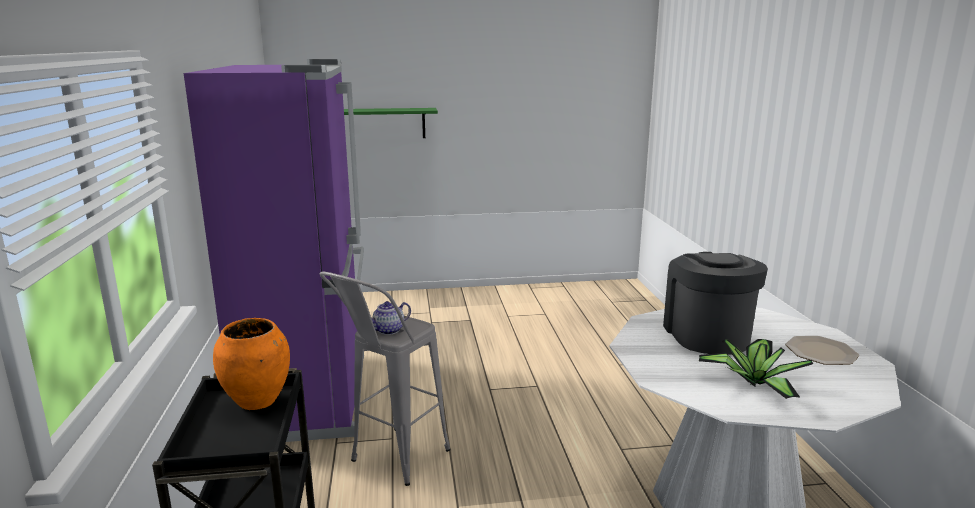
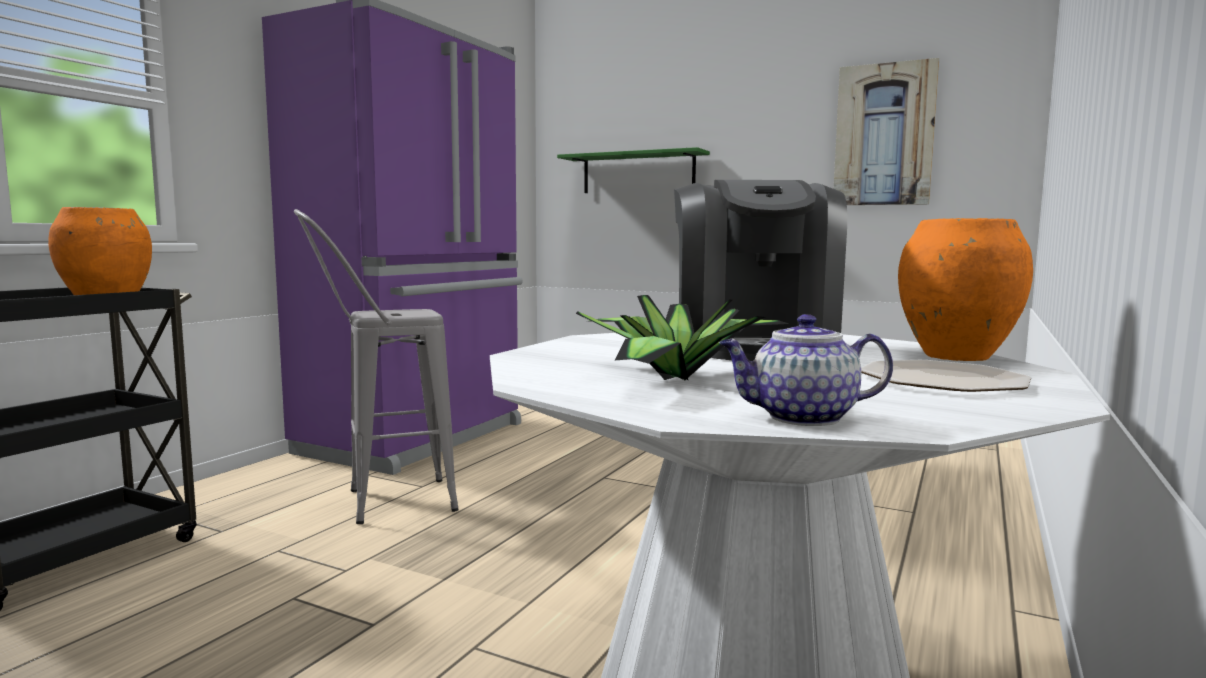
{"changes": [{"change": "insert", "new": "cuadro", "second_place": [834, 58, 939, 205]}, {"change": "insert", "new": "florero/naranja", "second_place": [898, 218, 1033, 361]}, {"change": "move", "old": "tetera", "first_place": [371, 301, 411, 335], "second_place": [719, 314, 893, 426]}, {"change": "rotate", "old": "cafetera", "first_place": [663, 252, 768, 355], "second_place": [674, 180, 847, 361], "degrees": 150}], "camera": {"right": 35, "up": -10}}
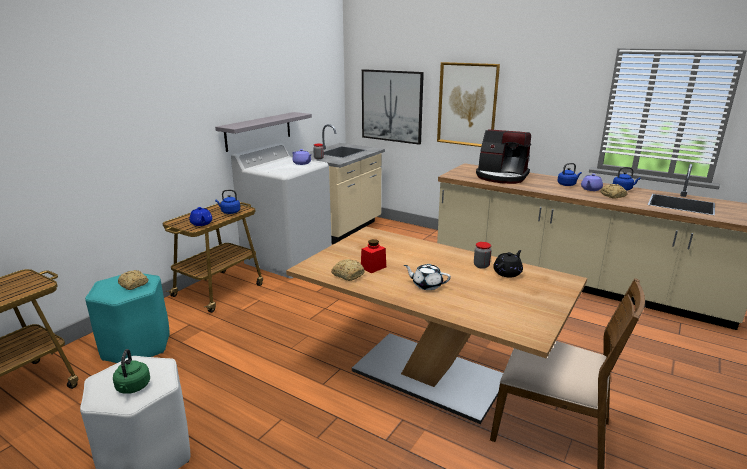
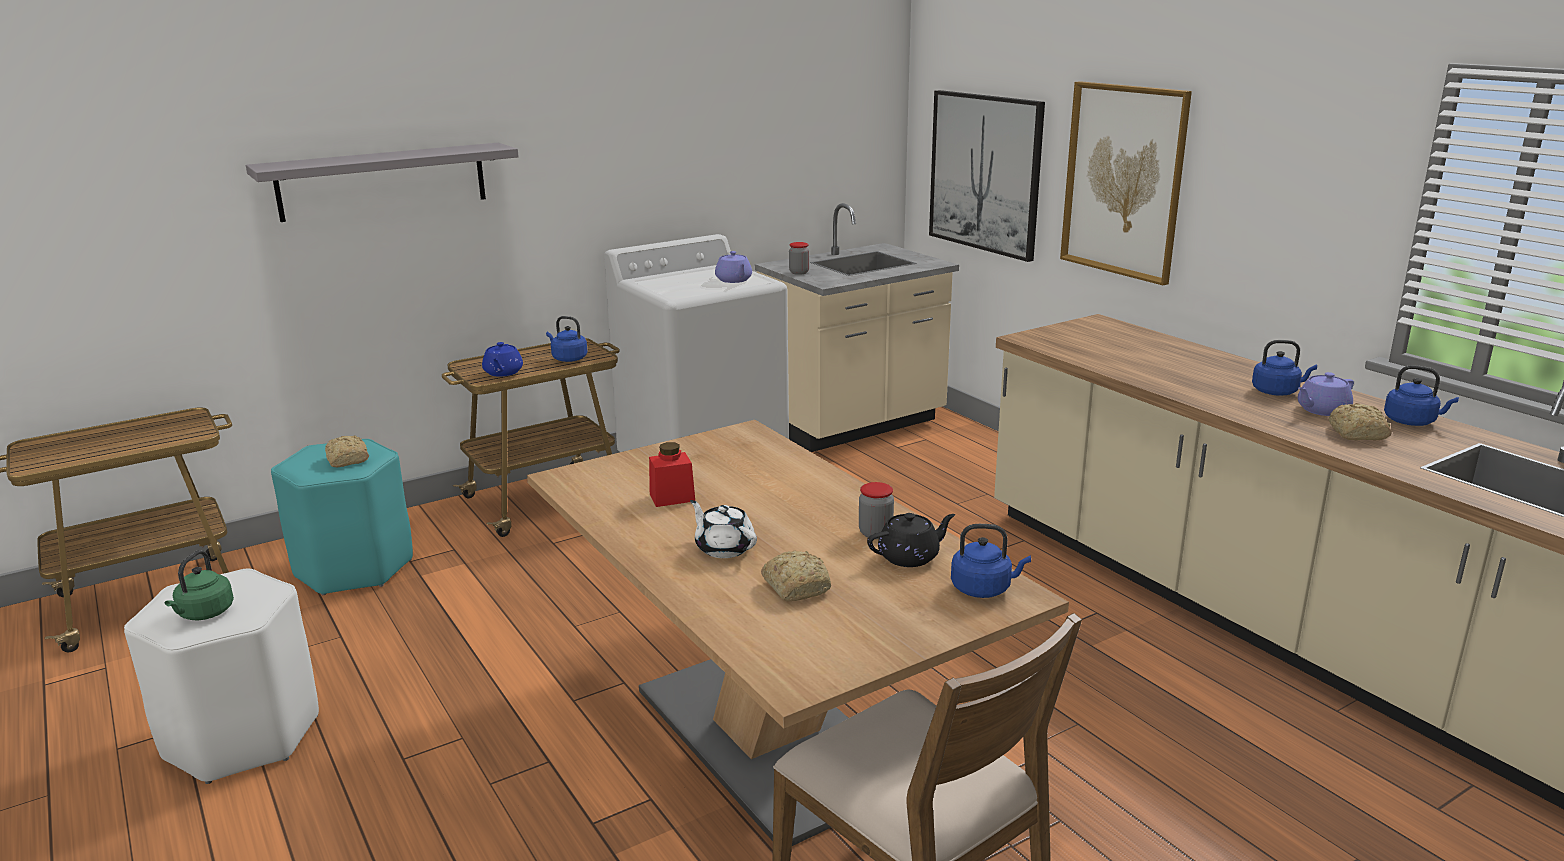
{"changes": [{"change": "delete", "old": "cafetera", "first_place": [476, 129, 531, 184]}, {"change": "insert", "new": "hervidor/azul", "second_place": [951, 524, 1031, 598]}, {"change": "move", "old": "estante/gris", "first_place": [215, 112, 312, 152], "second_place": [246, 143, 519, 222]}, {"change": "move", "old": "pan", "first_place": [331, 259, 365, 281], "second_place": [761, 551, 831, 601]}], "camera": {"right": 25, "up": 0}}
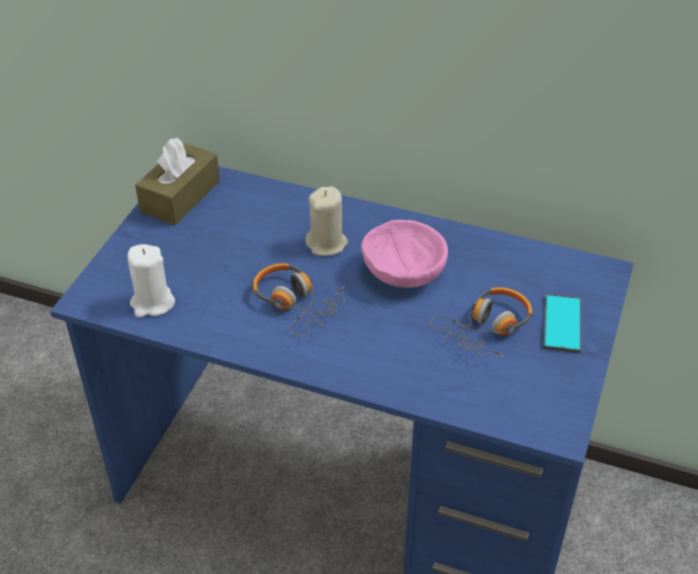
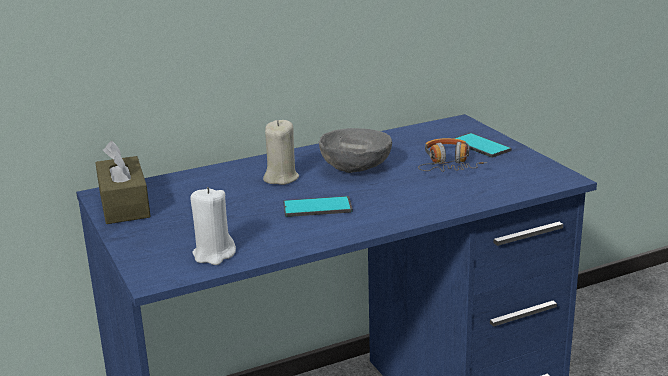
{"changes": [{"change": "replace", "old": "auriculares", "new": "móvil", "first_place": [253, 263, 345, 337], "second_place": [284, 196, 353, 217]}, {"change": "recolor", "old": "cuenco/rosa", "new": "cuenco/gris", "first_place": [361, 220, 448, 288], "second_place": [319, 128, 392, 173]}], "camera": {"right": -45, "up": -20}}
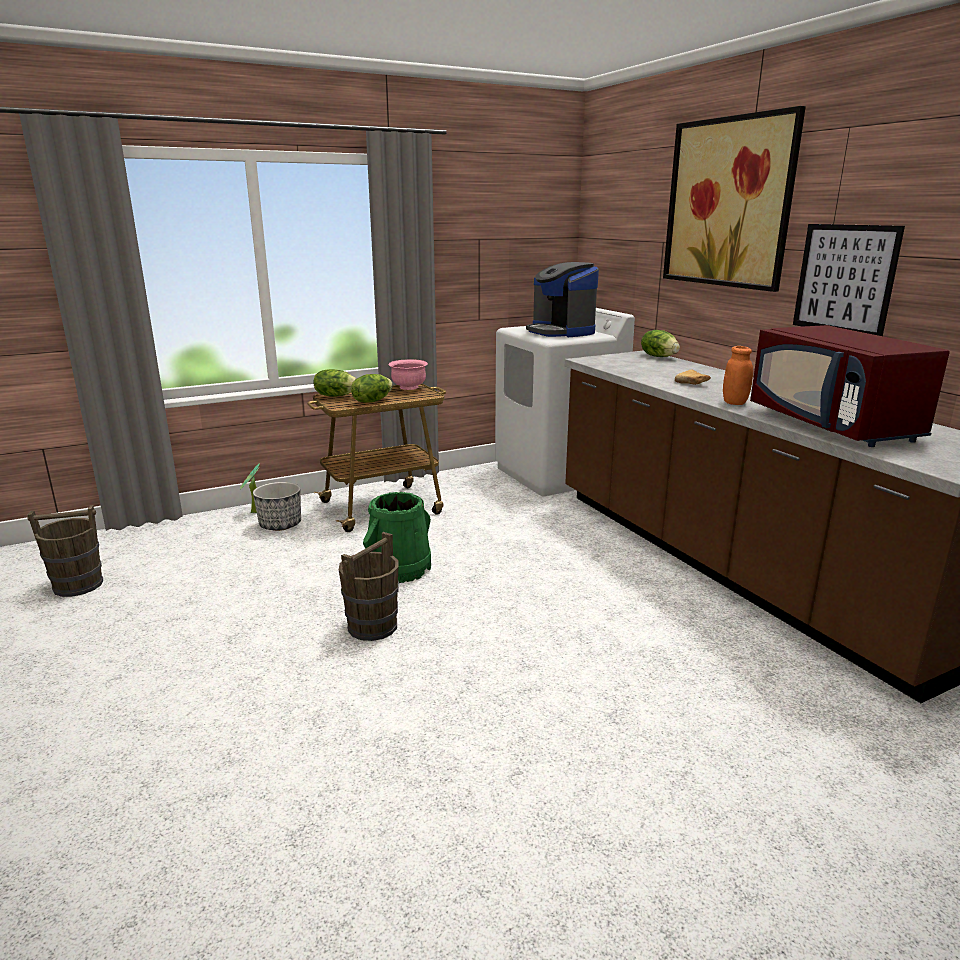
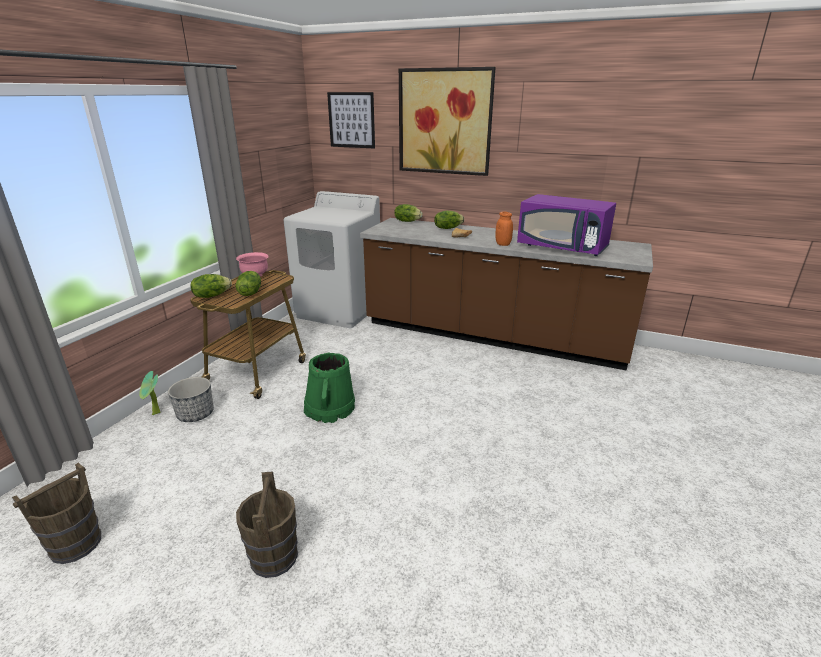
{"changes": [{"change": "delete", "old": "cafetera", "first_place": [526, 262, 599, 337]}, {"change": "insert", "new": "lechuga", "second_place": [434, 210, 464, 229]}, {"change": "move", "old": "cubo/marrón", "first_place": [339, 532, 399, 641], "second_place": [236, 471, 298, 578]}, {"change": "move", "old": "cuadro", "first_place": [793, 224, 905, 336], "second_place": [327, 92, 375, 148]}, {"change": "recolor", "old": "microondas/rojo", "new": "microondas/morado", "first_place": [750, 325, 950, 447], "second_place": [517, 194, 616, 256]}], "camera": {"right": -40, "up": 5}}
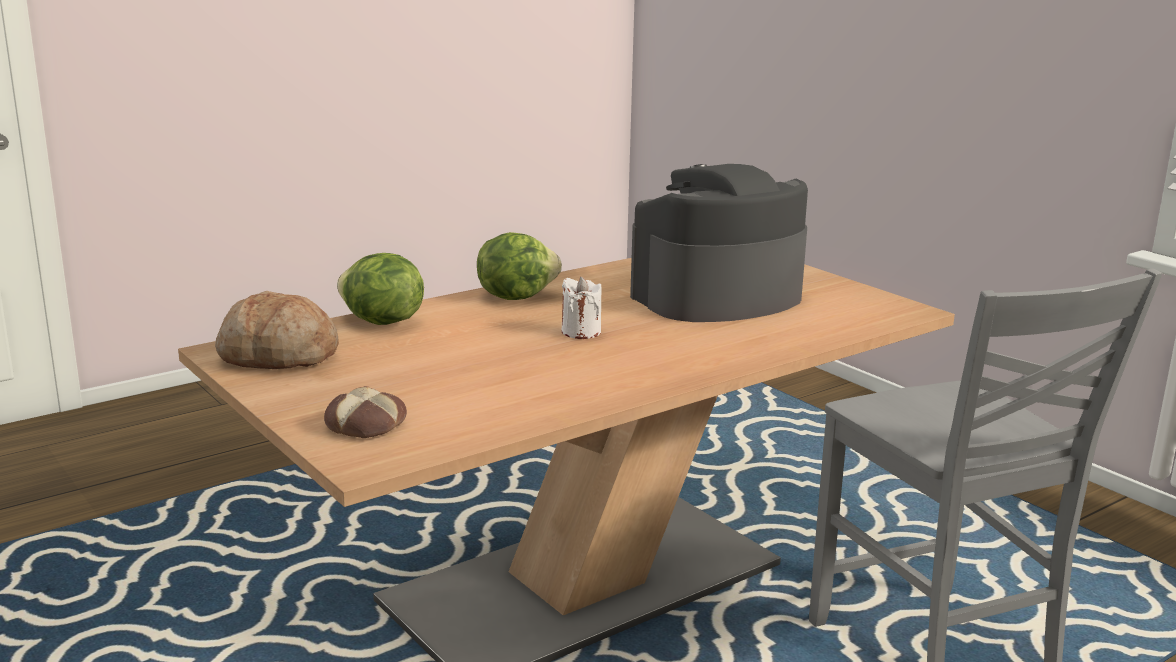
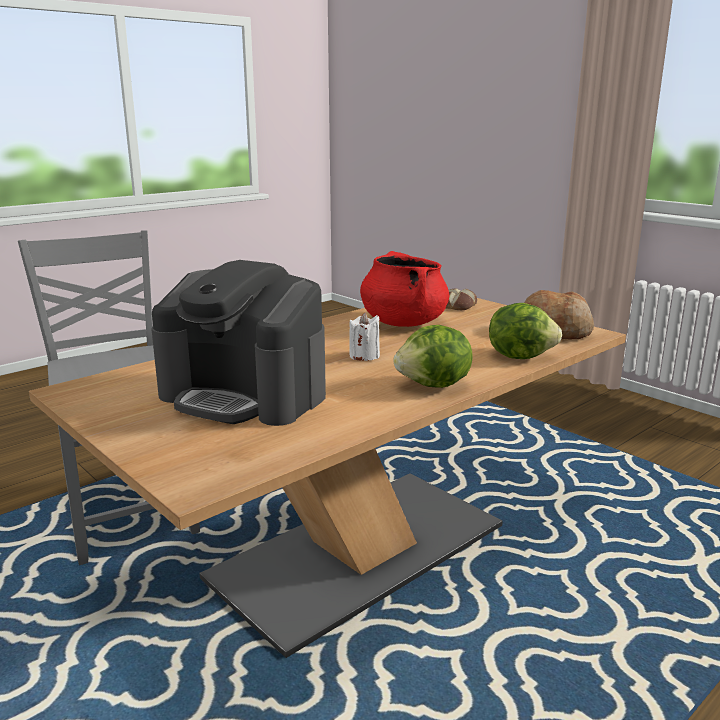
{"changes": [{"change": "insert", "new": "olla/rojo", "second_place": [360, 251, 449, 327]}, {"change": "rotate", "old": "cafetera", "first_place": [630, 164, 808, 322], "second_place": [151, 260, 326, 426], "degrees": 60}], "camera": {"right": 175, "up": 0}}
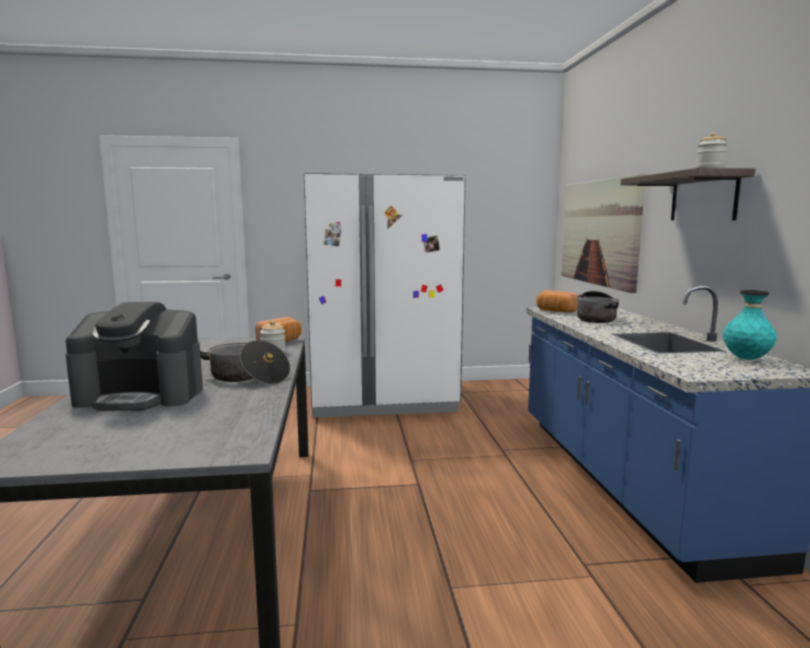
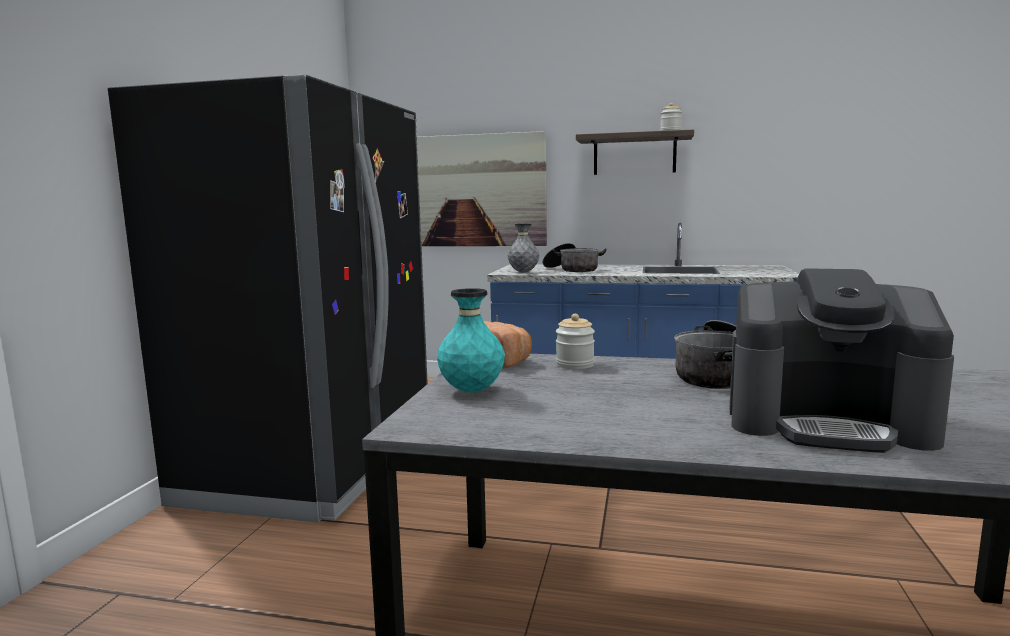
{"changes": [{"change": "move", "old": "florero/turquesa", "first_place": [723, 290, 777, 360], "second_place": [437, 288, 505, 393]}, {"change": "replace", "old": "pan", "new": "florero/gris", "first_place": [536, 290, 578, 313], "second_place": [508, 223, 539, 272]}, {"change": "recolor", "old": "nevera/blanco", "new": "nevera/negro", "first_place": [304, 173, 466, 418], "second_place": [108, 74, 428, 523]}, {"change": "rotate", "old": "cafetera", "first_place": [65, 302, 203, 411], "second_place": [729, 268, 954, 453], "degrees": 90}], "camera": {"right": -70, "up": 0}}
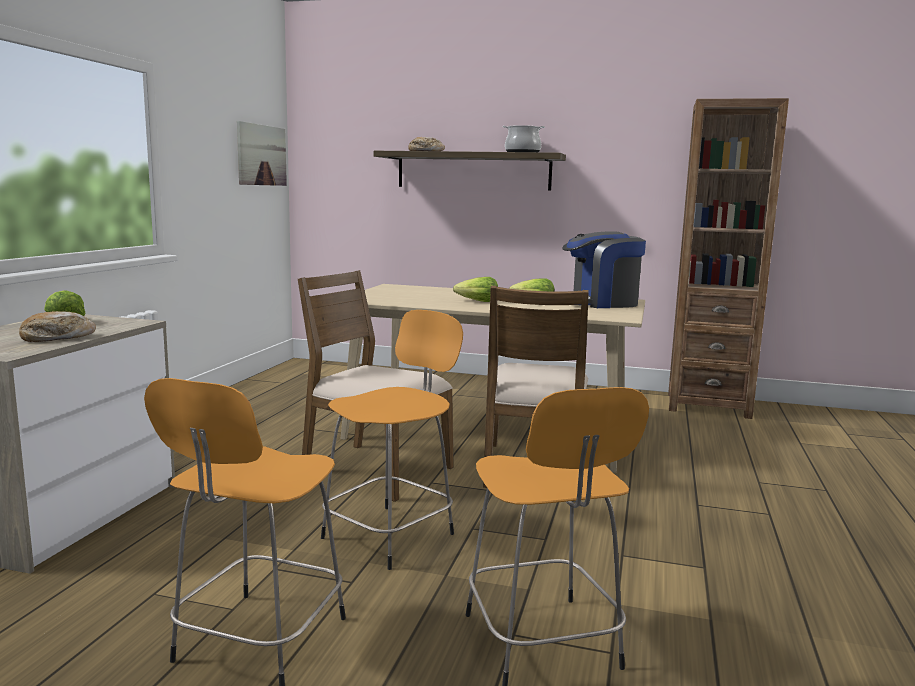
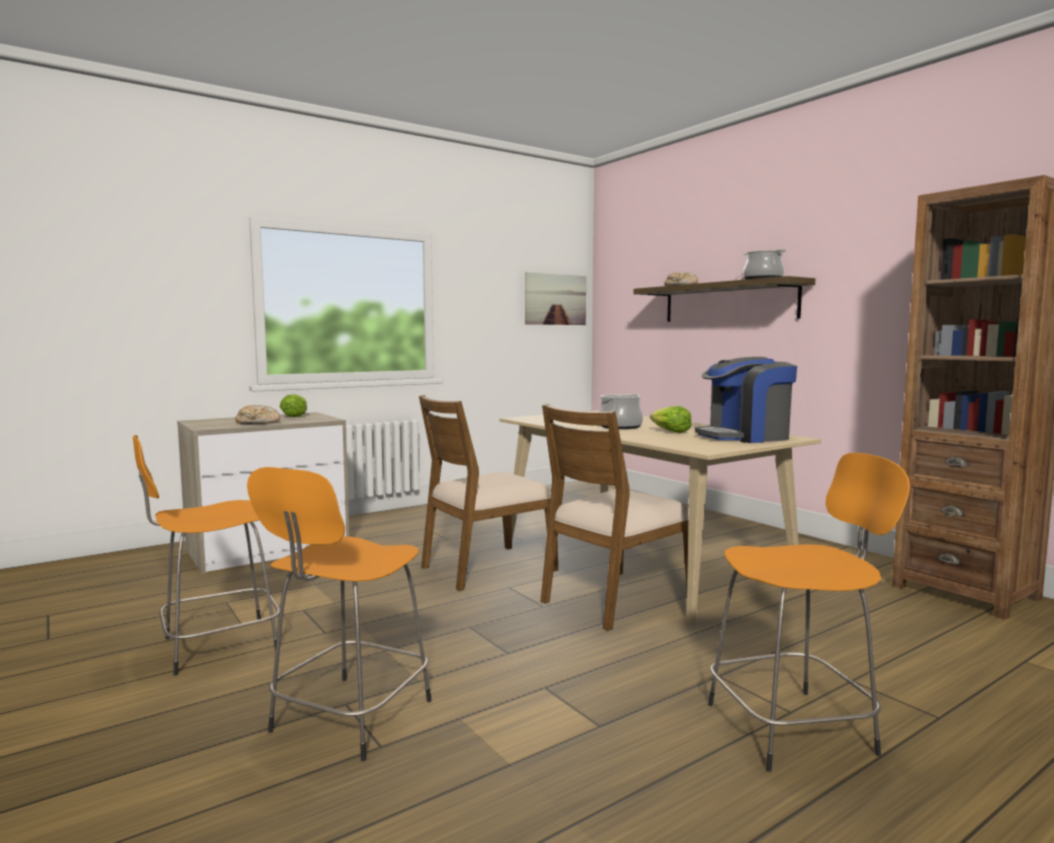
{"changes": [{"change": "move", "old": "taburete/naranja", "first_place": [321, 310, 463, 570], "second_place": [708, 453, 910, 772]}, {"change": "replace", "old": "lechuga", "new": "olla", "first_place": [453, 277, 498, 302], "second_place": [599, 394, 643, 429]}, {"change": "rotate", "old": "silla/marrón", "first_place": [298, 270, 454, 502], "second_place": [419, 395, 558, 591], "degrees": -105}, {"change": "rotate", "old": "cafetera", "first_place": [562, 232, 646, 308], "second_place": [695, 357, 797, 443], "degrees": -45}], "camera": {"right": 40, "up": -5}}
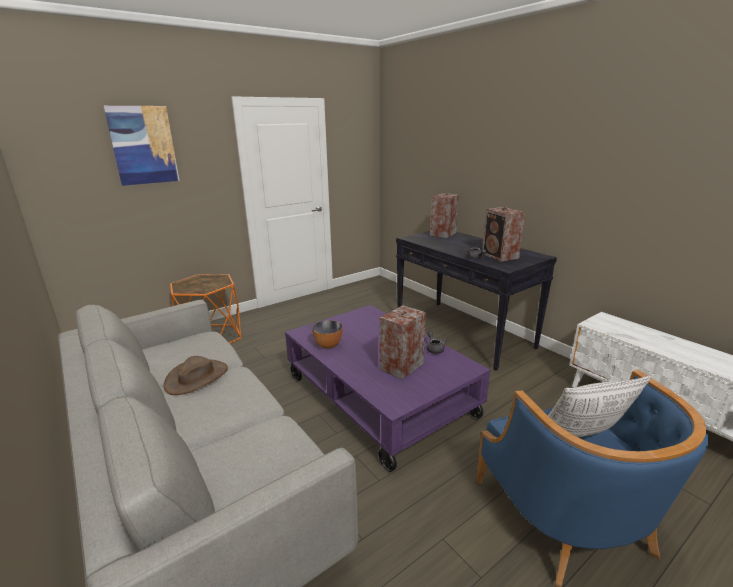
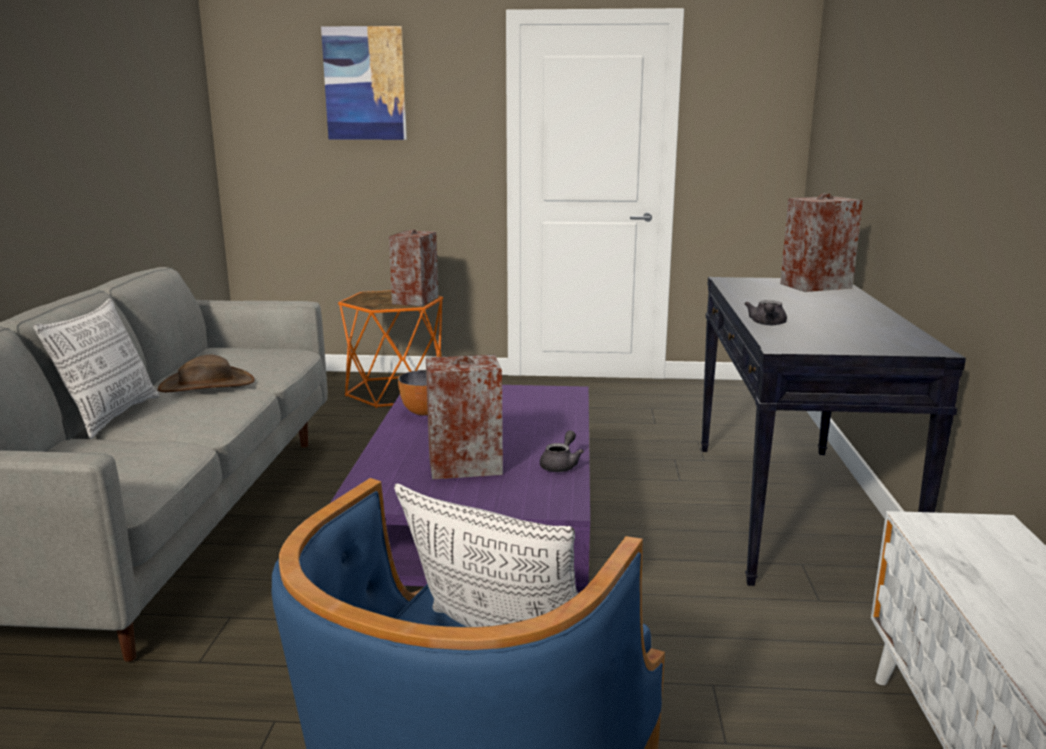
{"changes": [{"change": "insert", "new": "cojín", "second_place": [33, 299, 159, 439]}, {"change": "move", "old": "altavoz", "first_place": [482, 207, 525, 262], "second_place": [389, 229, 438, 306]}], "camera": {"right": 40, "up": -5}}
